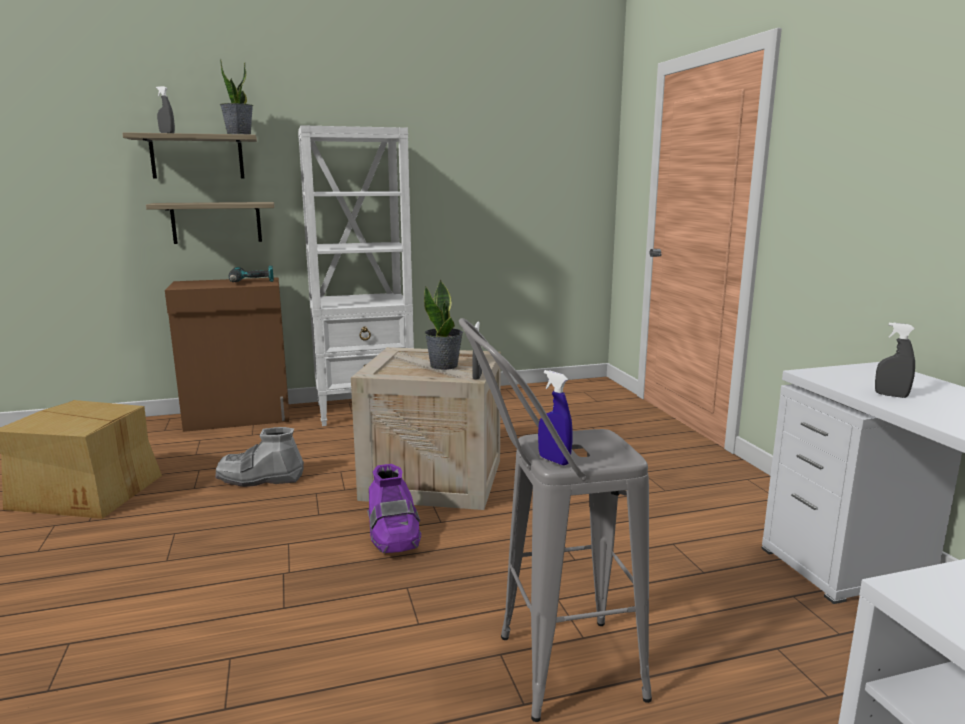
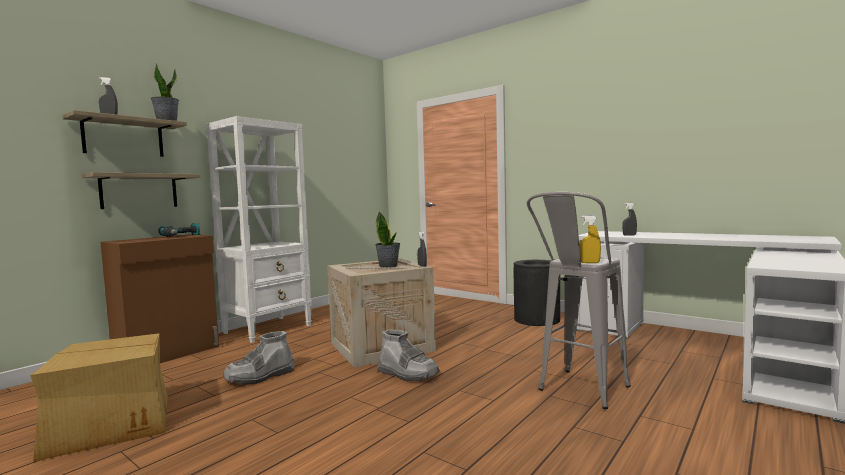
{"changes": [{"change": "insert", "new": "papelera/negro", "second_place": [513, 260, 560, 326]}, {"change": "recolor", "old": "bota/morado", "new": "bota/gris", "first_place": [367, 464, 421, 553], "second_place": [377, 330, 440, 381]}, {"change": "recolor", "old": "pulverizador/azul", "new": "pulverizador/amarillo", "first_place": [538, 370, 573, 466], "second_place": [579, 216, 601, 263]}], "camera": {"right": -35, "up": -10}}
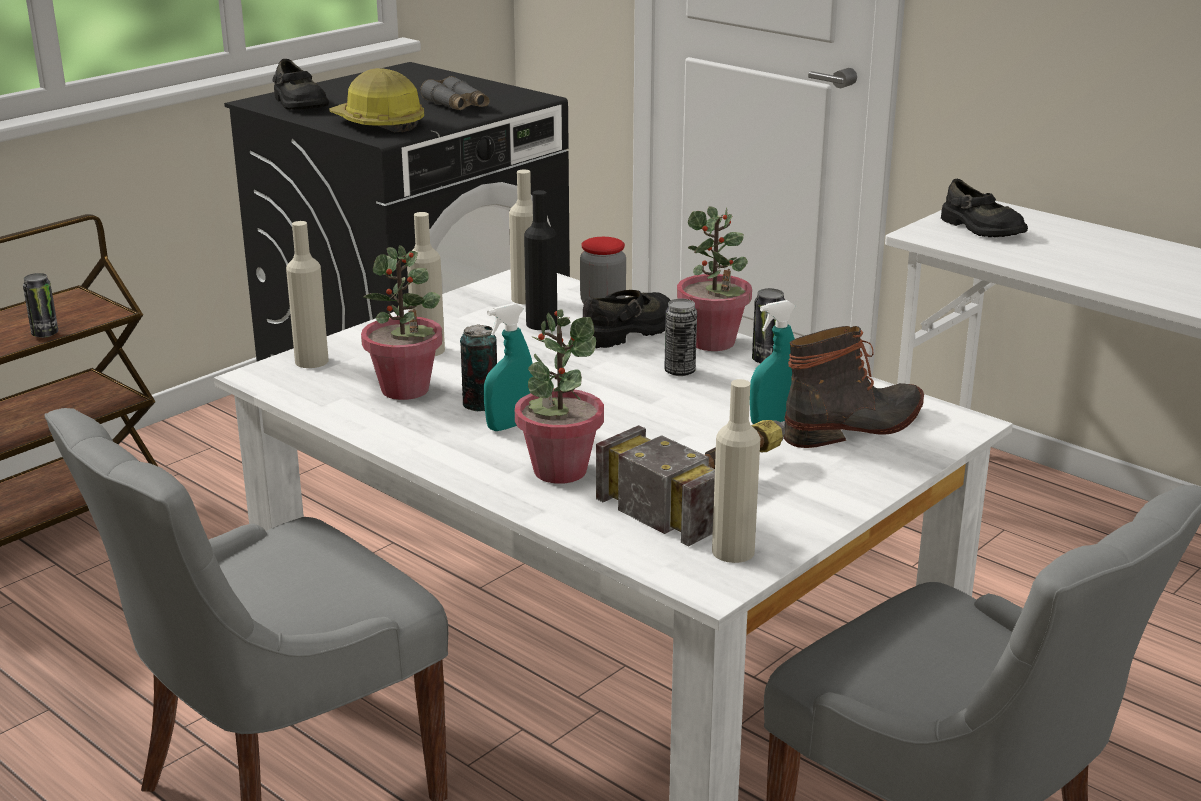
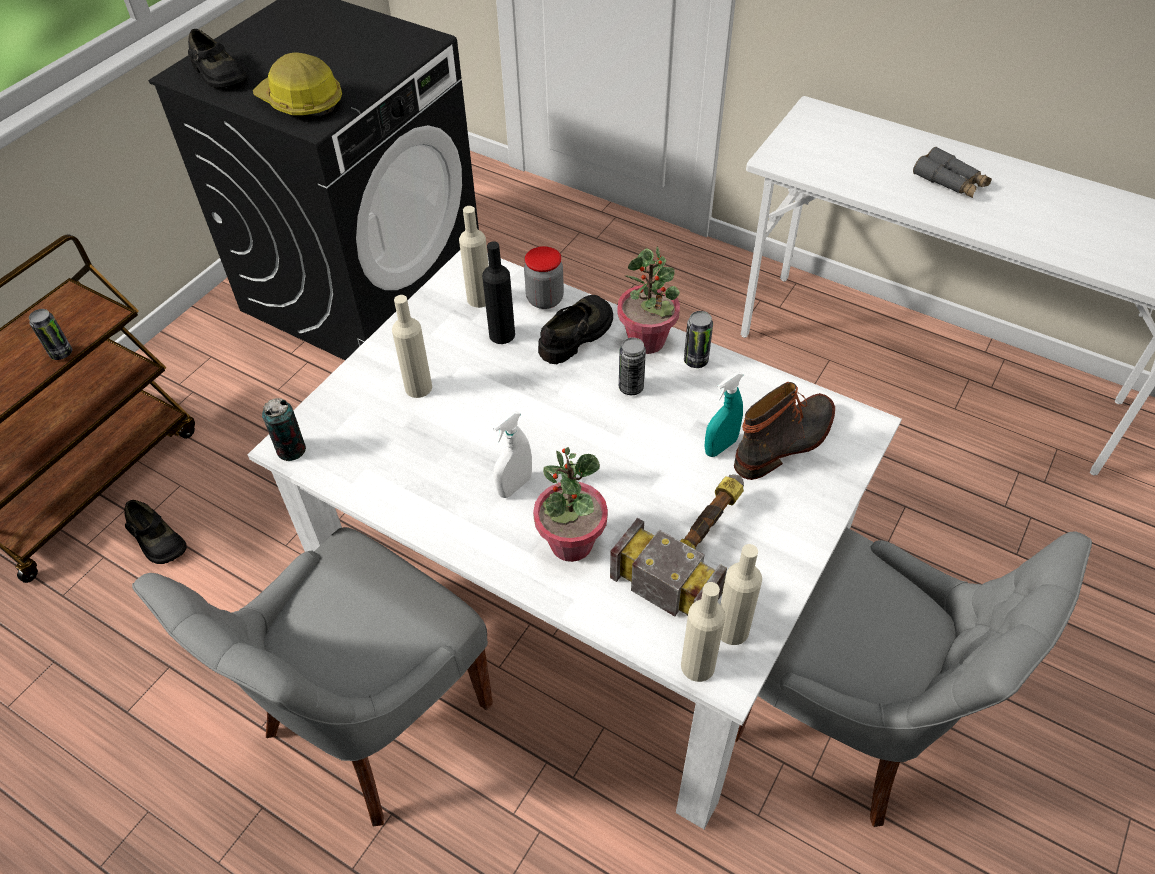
{"changes": [{"change": "delete", "old": "planta en maceta", "first_place": [361, 245, 443, 400]}, {"change": "move", "old": "botella/beis", "first_place": [286, 221, 329, 368], "second_place": [681, 582, 726, 682]}, {"change": "move", "old": "prismáticos/gris", "first_place": [420, 76, 489, 110], "second_place": [913, 147, 992, 198]}, {"change": "move", "old": "lata", "first_place": [460, 324, 497, 411], "second_place": [262, 398, 306, 461]}, {"change": "move", "old": "zapato/negro", "first_place": [941, 179, 1028, 237], "second_place": [125, 500, 187, 564]}, {"change": "recolor", "old": "pulverizador/turquesa", "new": "pulverizador/blanco", "first_place": [484, 303, 534, 431], "second_place": [493, 411, 532, 498]}], "camera": {"right": -10, "up": 25}}
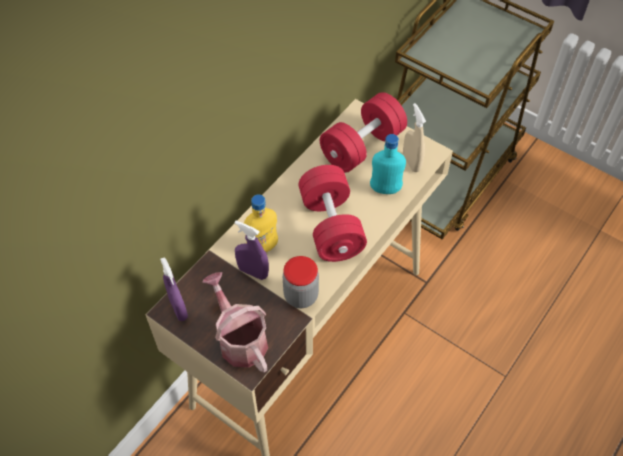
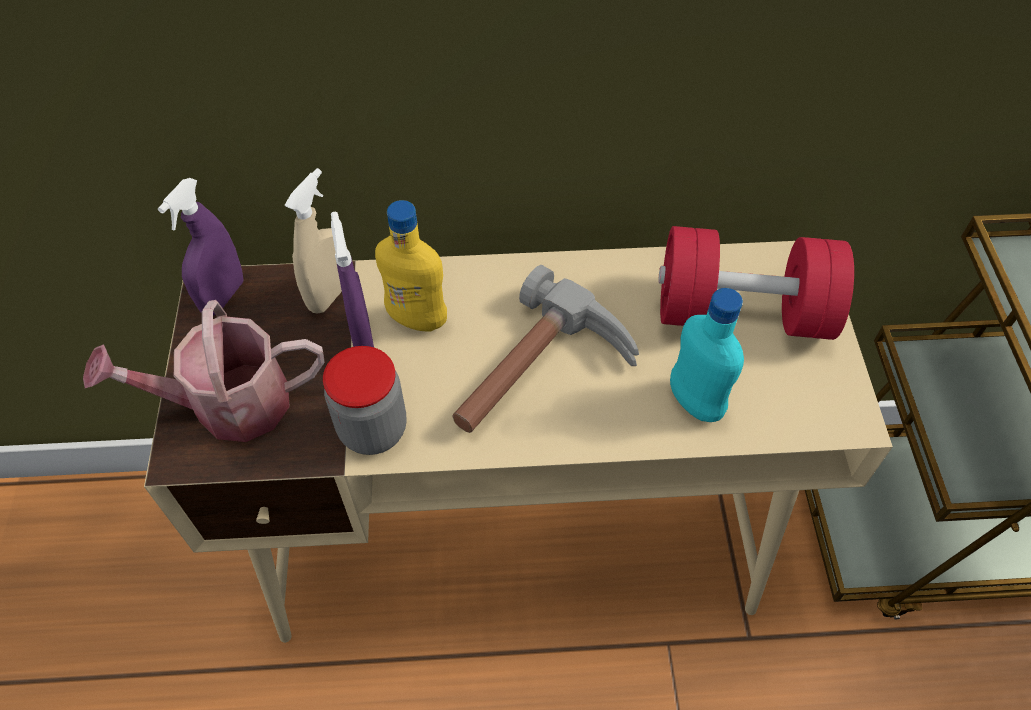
{"changes": [{"change": "move", "old": "pulverizador/beis", "first_place": [403, 103, 426, 172], "second_place": [285, 168, 348, 314]}, {"change": "replace", "old": "mancuerna/rojo", "new": "martillo", "first_place": [298, 165, 367, 262], "second_place": [452, 265, 639, 433]}, {"change": "rotate", "old": "regadera", "first_place": [202, 272, 268, 372], "second_place": [83, 300, 325, 442], "degrees": -120}], "camera": {"right": 50, "up": 0}}
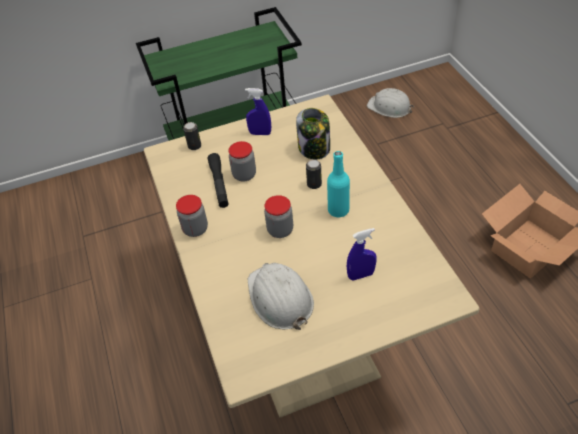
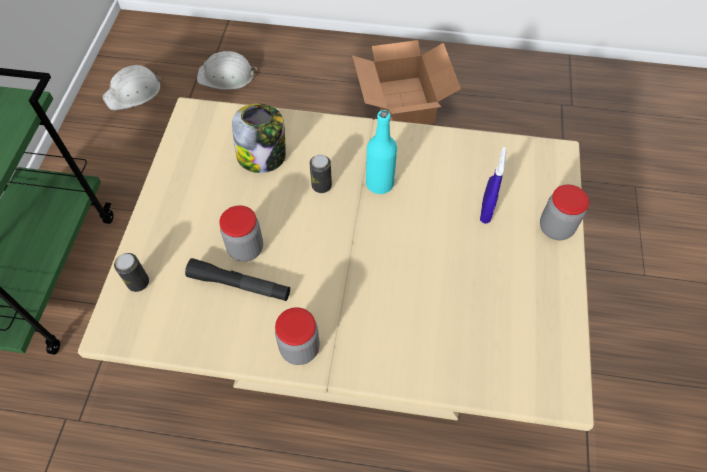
{"changes": [{"change": "delete", "old": "pulverizador/azul", "first_place": [245, 88, 271, 135]}, {"change": "move", "old": "casco/blanco", "first_place": [248, 263, 314, 330], "second_place": [197, 51, 257, 90]}, {"change": "move", "old": "tarro", "first_place": [264, 195, 293, 238], "second_place": [540, 185, 589, 240]}], "camera": {"right": -65, "up": 10}}
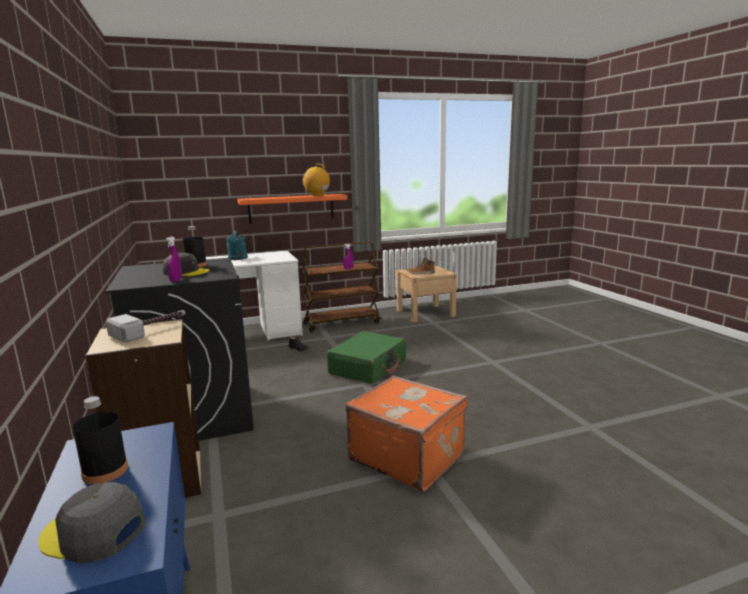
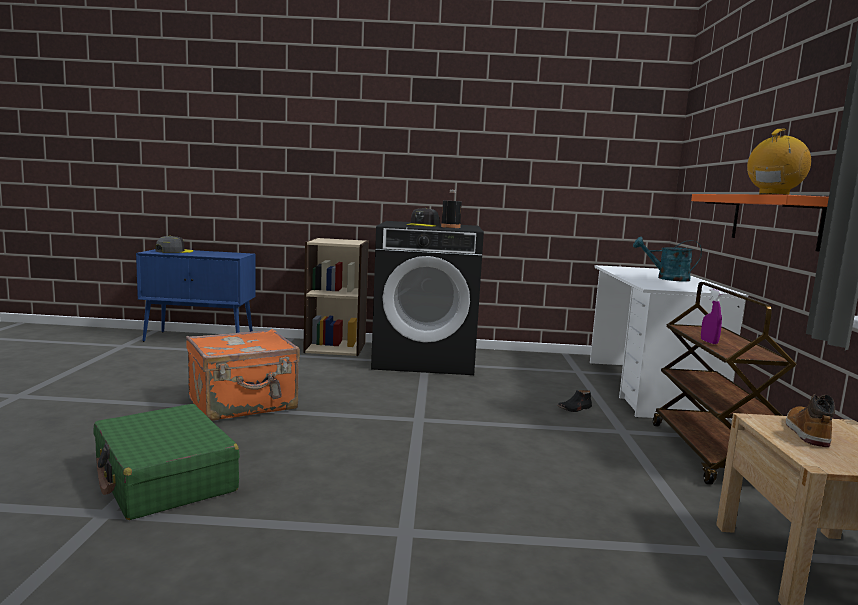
{"changes": [{"change": "delete", "old": "botella/negro", "first_place": [72, 396, 128, 484]}, {"change": "delete", "old": "martillo", "first_place": [106, 310, 185, 343]}, {"change": "delete", "old": "pulverizador/morado", "first_place": [166, 236, 182, 282]}, {"change": "move", "old": "maleta/verde", "first_place": [327, 331, 406, 384], "second_place": [93, 404, 240, 520]}], "camera": {"right": 110, "up": -5}}
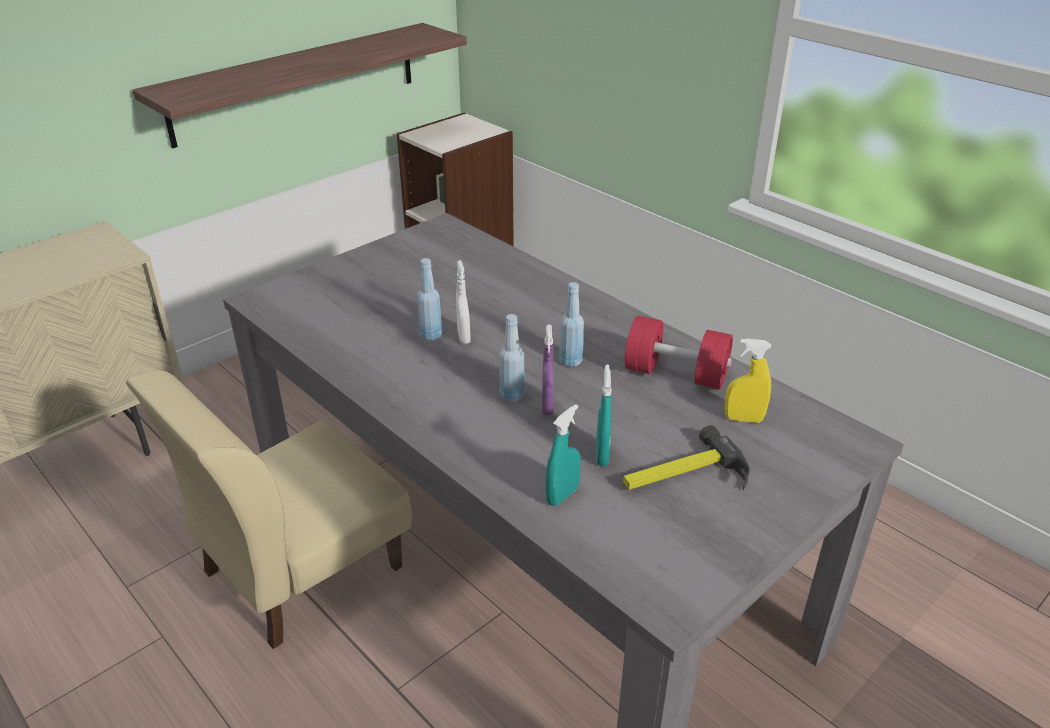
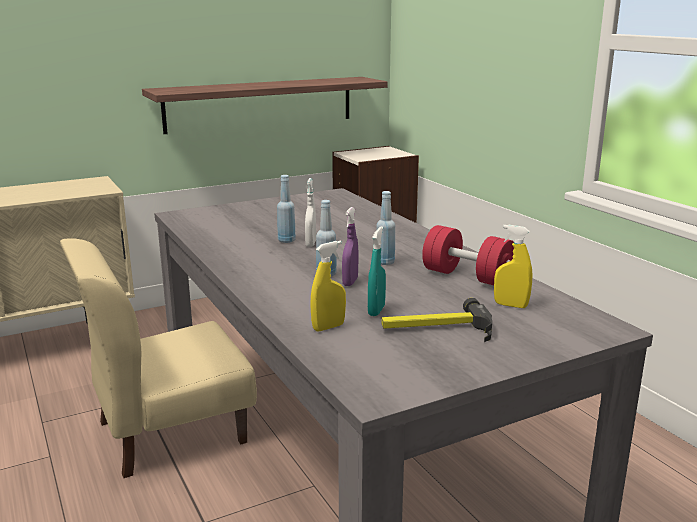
{"changes": [{"change": "recolor", "old": "pulverizador/turquesa", "new": "pulverizador/amarillo", "first_place": [546, 404, 581, 506], "second_place": [310, 241, 346, 331]}], "camera": {"right": 15, "up": -15}}
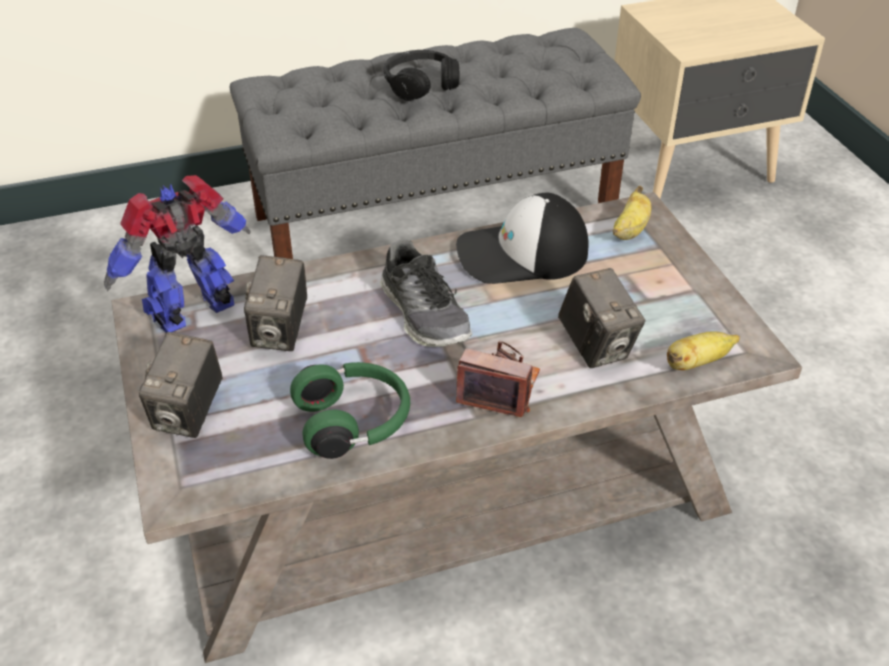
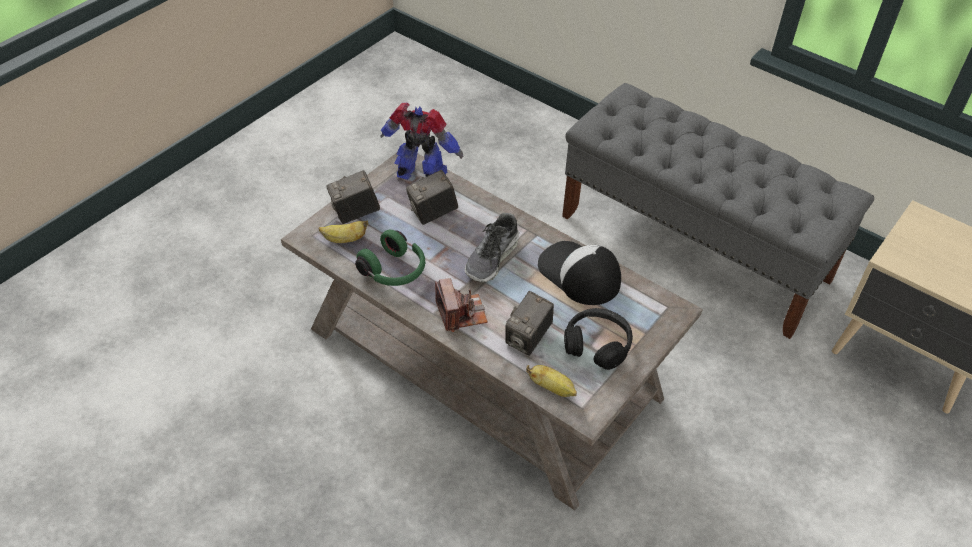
{"changes": [{"change": "move", "old": "auriculares/negro", "first_place": [384, 50, 460, 101], "second_place": [564, 308, 633, 370]}, {"change": "move", "old": "plátano", "first_place": [613, 186, 651, 240], "second_place": [319, 220, 369, 243]}], "camera": {"right": 55, "up": 5}}
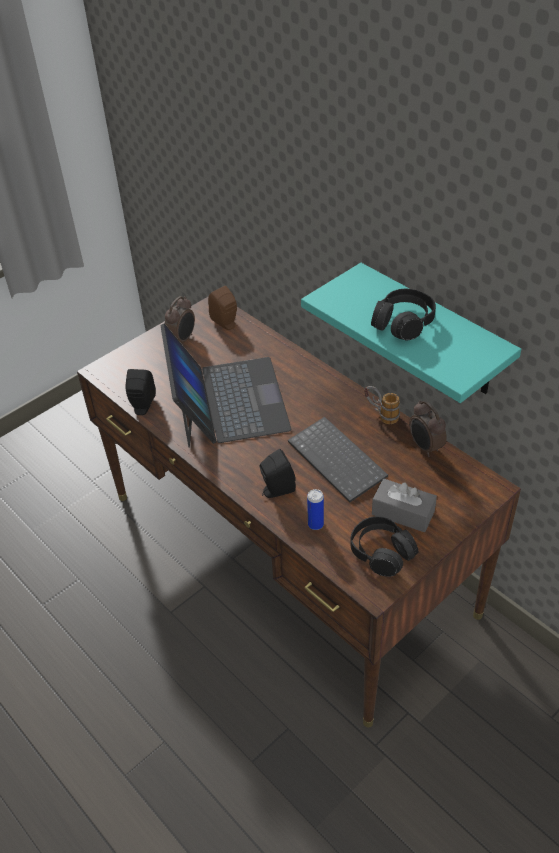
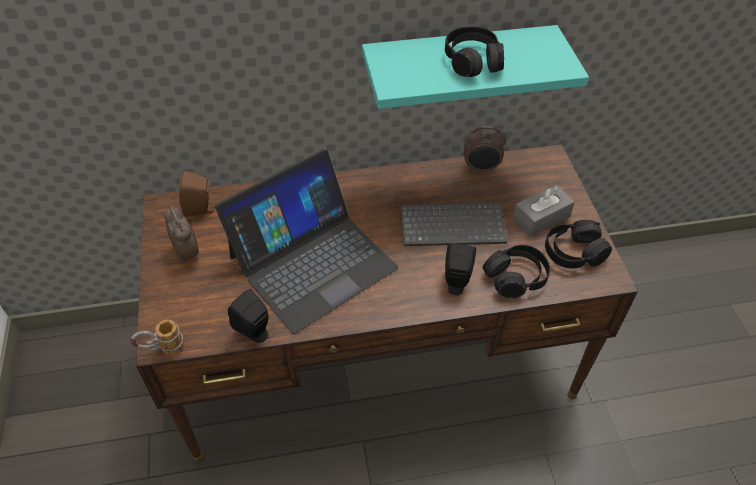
{"changes": [{"change": "move", "old": "taza grande", "first_place": [364, 386, 400, 424], "second_place": [130, 320, 184, 355]}, {"change": "replace", "old": "lata", "new": "auriculares/negro", "first_place": [307, 489, 324, 530], "second_place": [483, 245, 550, 298]}, {"change": "rotate", "old": "portátil", "first_place": [160, 323, 291, 448], "second_place": [215, 149, 398, 334], "degrees": 120}], "camera": {"right": -60, "up": 5}}
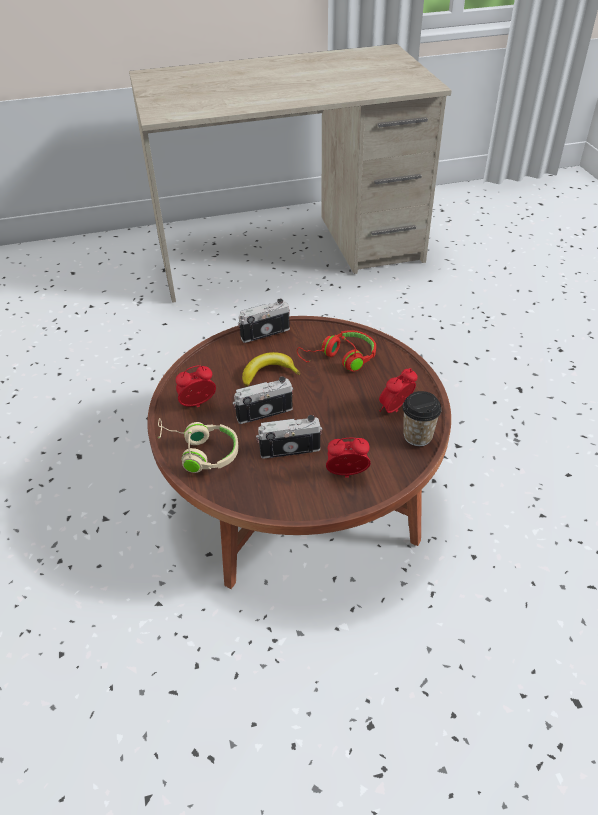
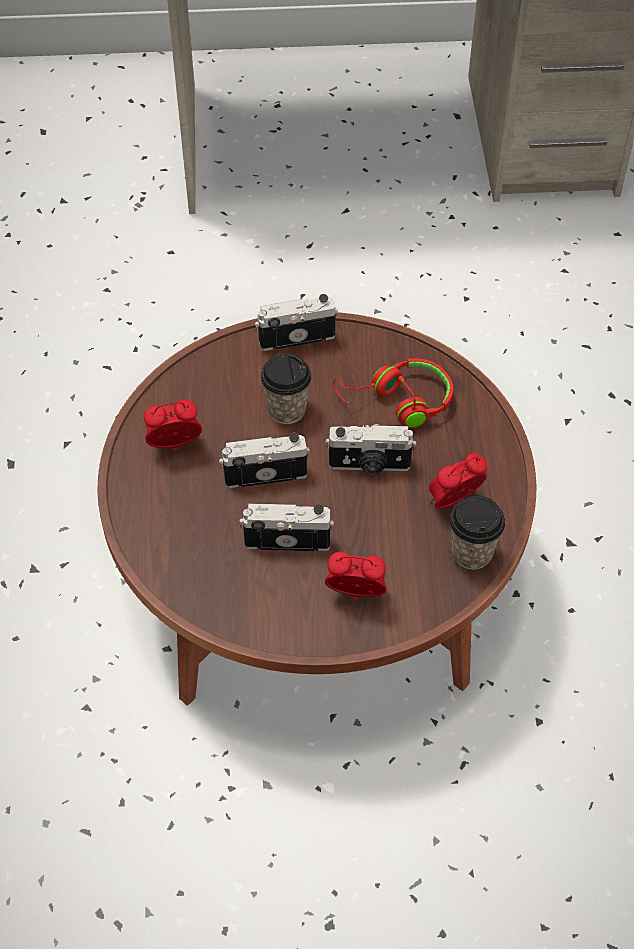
{"changes": [{"change": "delete", "old": "auriculares/beis", "first_place": [158, 418, 239, 473]}, {"change": "insert", "new": "cámara", "second_place": [326, 424, 416, 474]}, {"change": "replace", "old": "plátano", "new": "taza", "first_place": [242, 352, 300, 386], "second_place": [261, 353, 312, 424]}], "camera": {"right": 10, "up": 10}}
